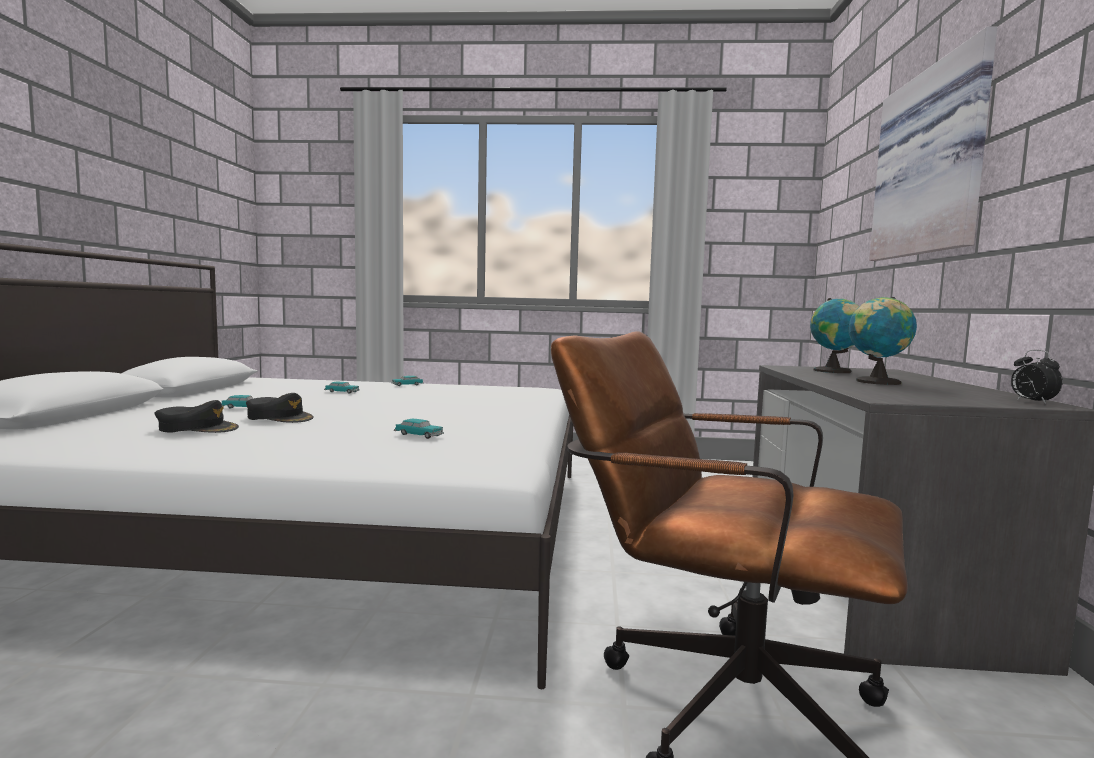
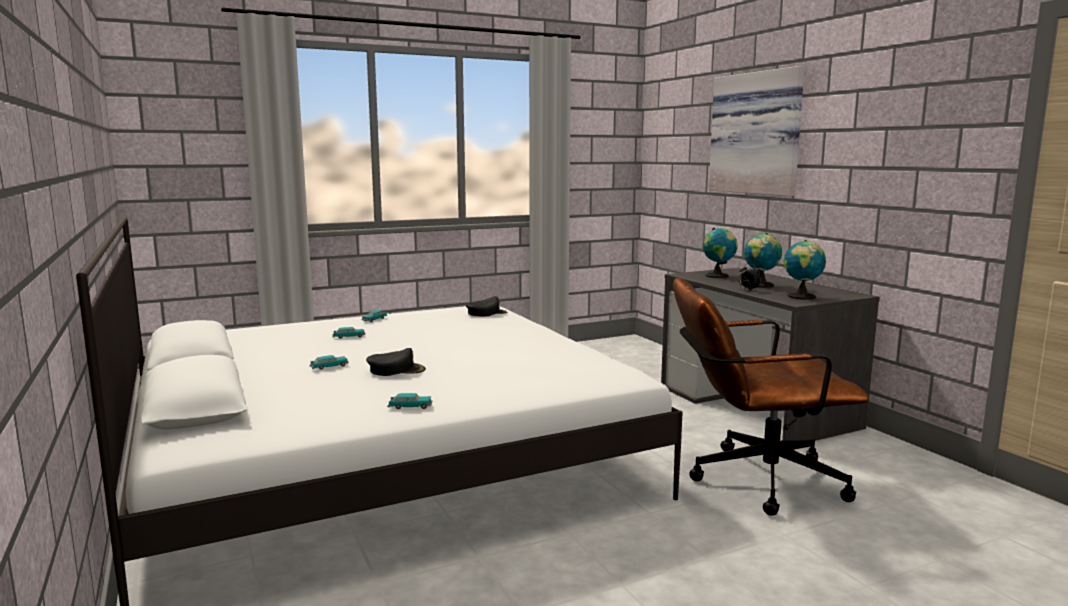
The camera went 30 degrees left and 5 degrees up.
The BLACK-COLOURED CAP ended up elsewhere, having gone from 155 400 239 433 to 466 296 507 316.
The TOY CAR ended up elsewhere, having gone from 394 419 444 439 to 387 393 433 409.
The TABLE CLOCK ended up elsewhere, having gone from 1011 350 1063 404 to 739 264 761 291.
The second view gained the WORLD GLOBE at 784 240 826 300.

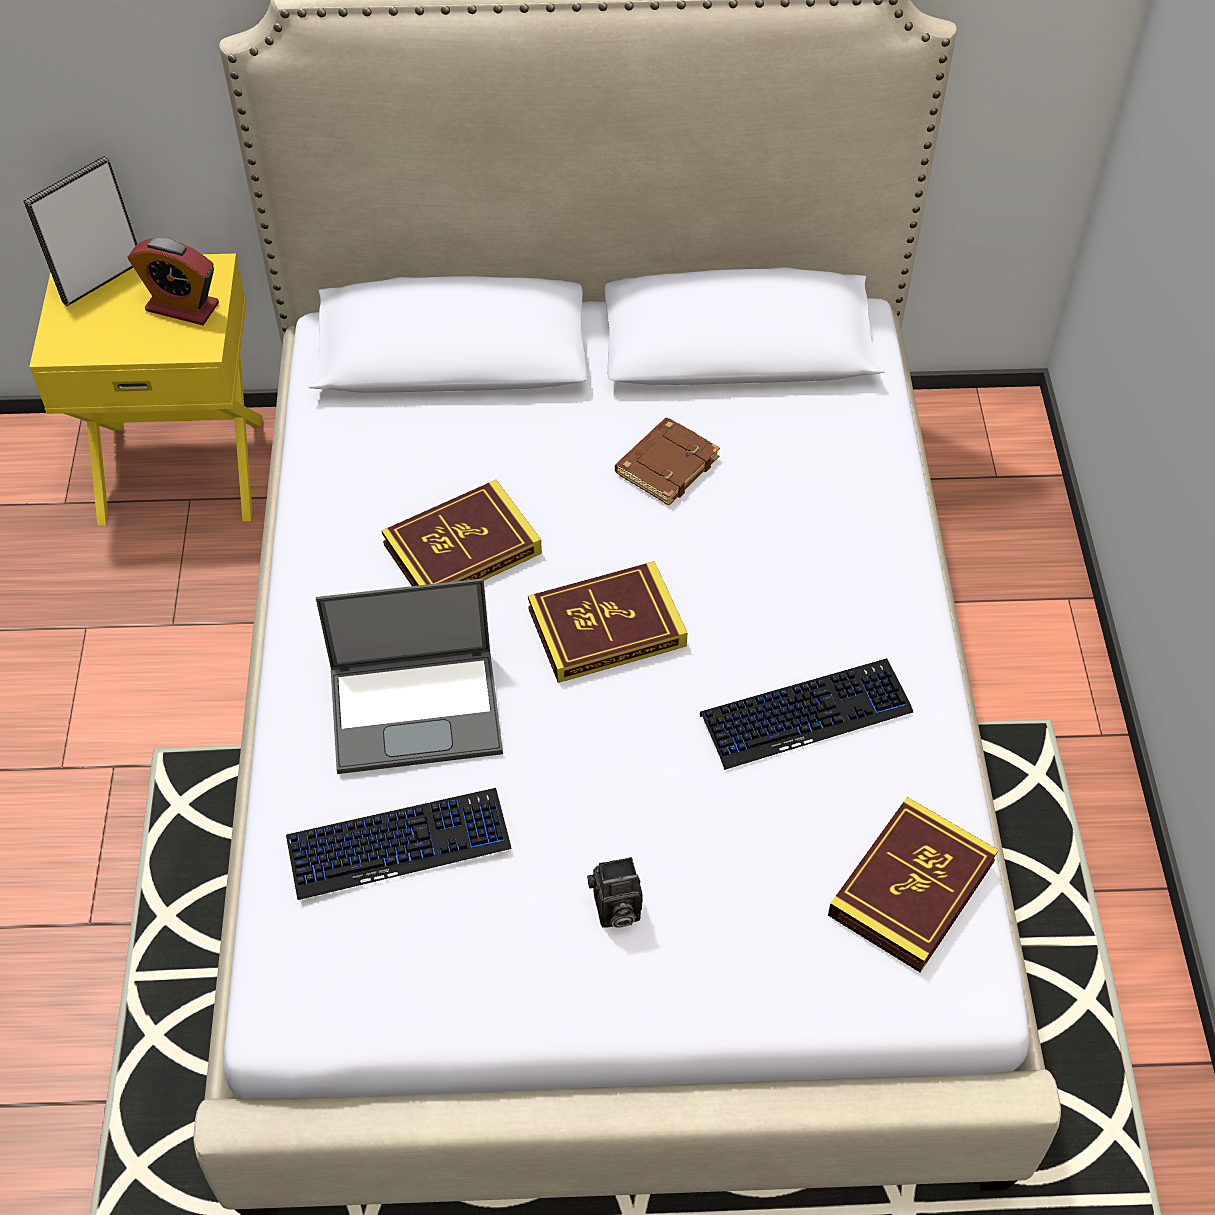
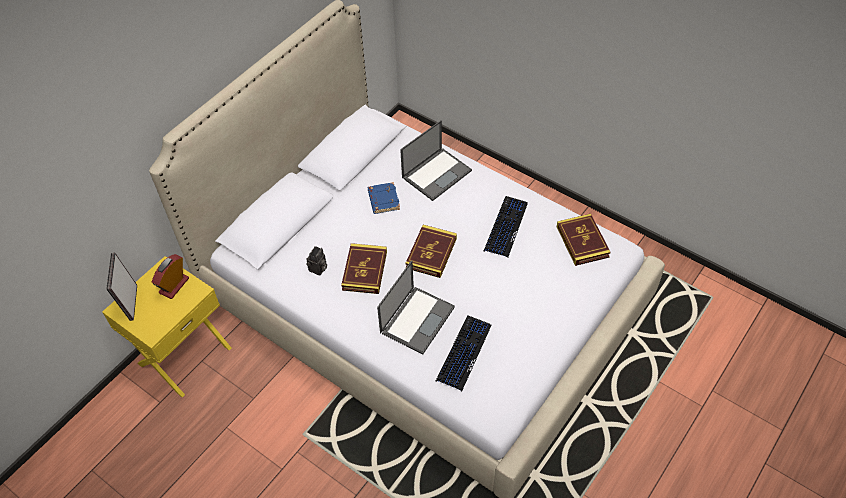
The camera went 50 degrees left and 0 degrees up.
The TABLE CLOCK at 127 238 219 325 ended up facing another way, 150 degrees clockwise from before.
The PHOTO CAMERA ended up elsewhere, having gone from 587 857 643 928 to 306 246 327 275.
What was the BROWNISH BOUND BOOK at 615 418 720 506 turned into the BLUISH BOUND BOOK at 368 182 400 214.
The second view gained the PORTABLE COMPUTER at 400 120 472 201.

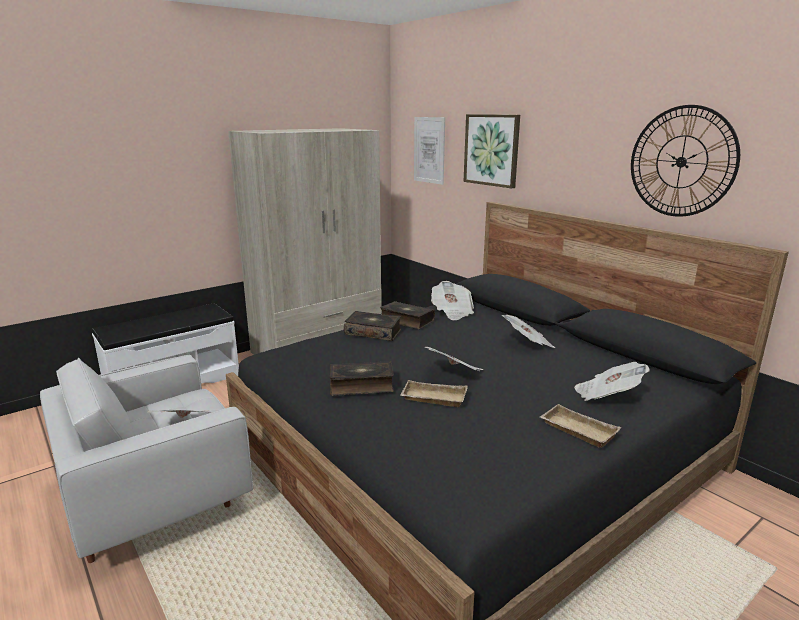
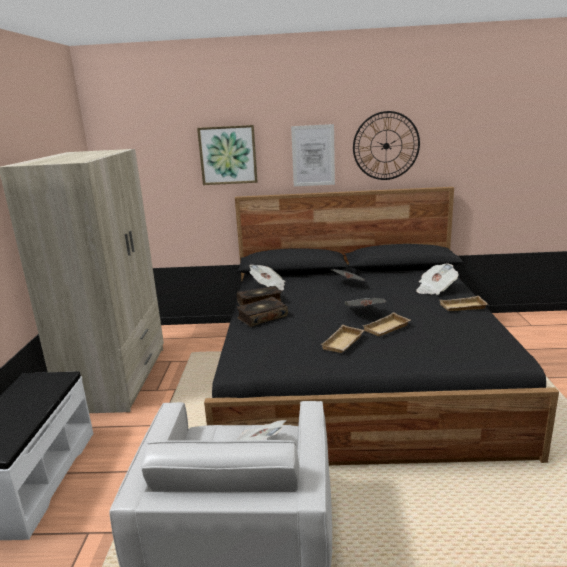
The camera went 50 degrees left and 0 degrees up.
Where the BOUND BOOK stood at 330 361 394 396, the SAND-COLOURED TRAY came to stand at 321 325 364 353.
The WALL ART ended up elsewhere, having gone from 414 117 445 185 to 291 124 335 186.

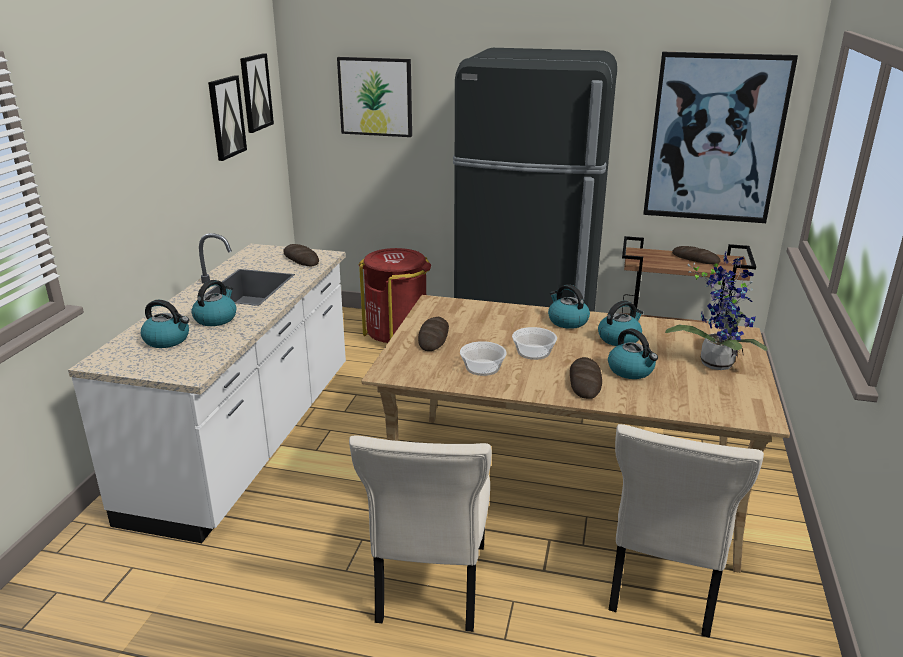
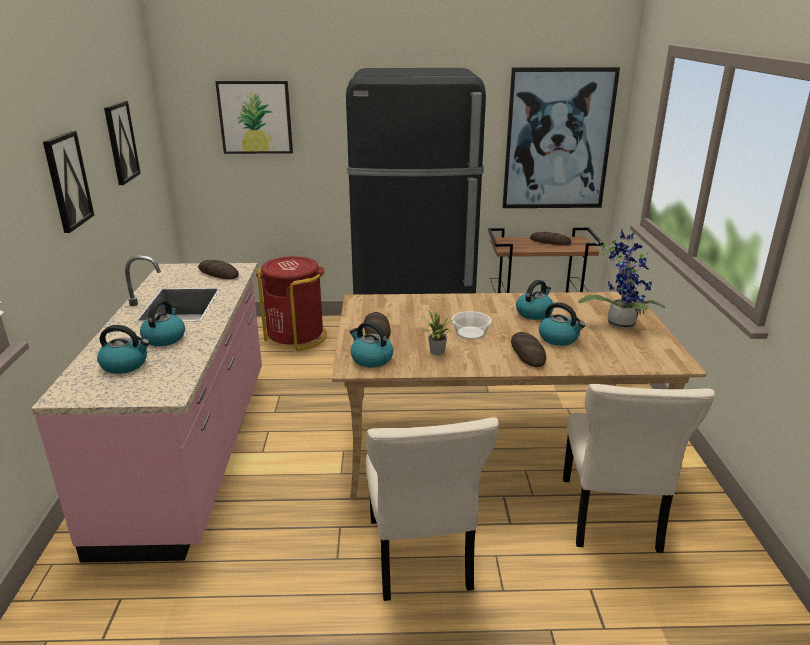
The camera went 15 degrees left and 0 degrees up.
What was the WHITISH KITCHEN BASE UNIT at 68 233 346 543 turned into the PINK KITCHEN BASE UNIT at 31 255 262 563.
The WALL ART ended up elsewhere, having gone from 240 53 274 133 to 43 131 94 233.
Where the DEEP DISH stood at 460 341 507 376, the POTTED PLANT came to stand at 421 309 455 355.
The KETTLE ended up elsewhere, having gone from 548 284 590 329 to 349 321 393 368.

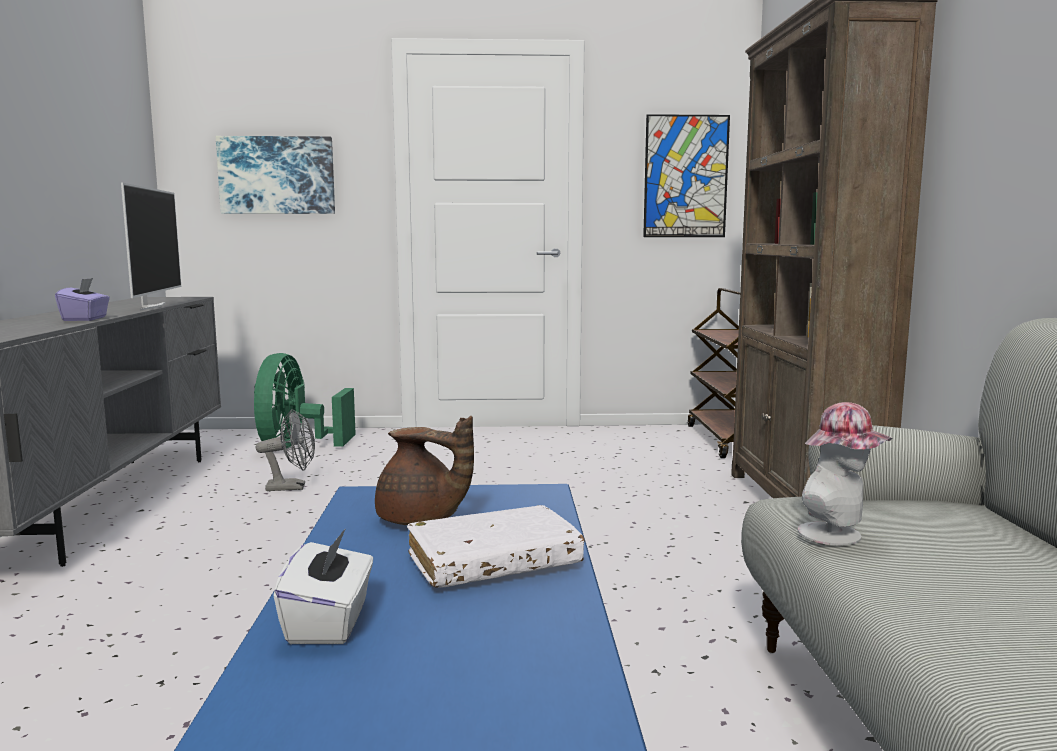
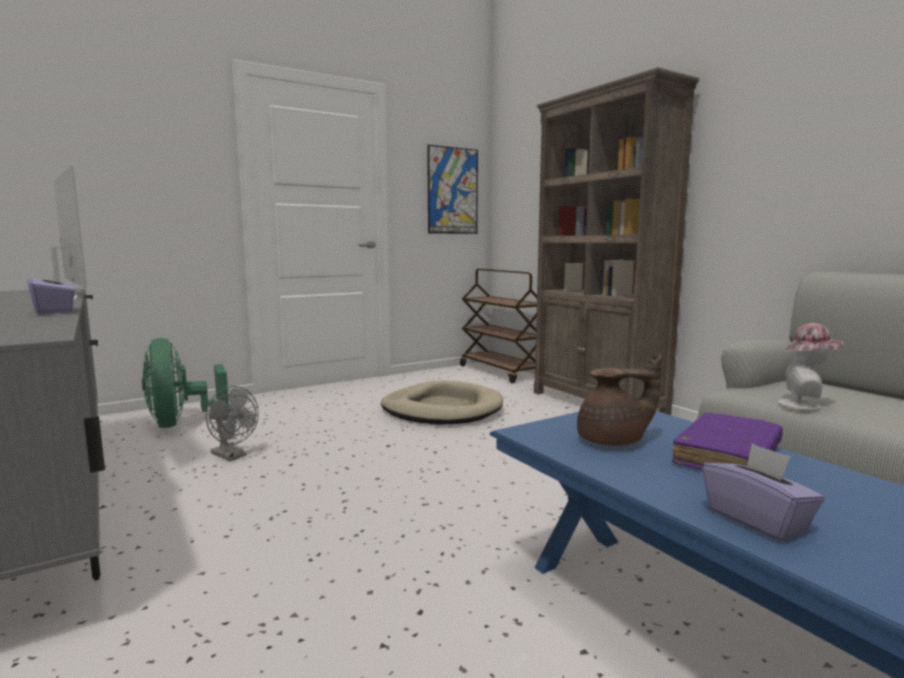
The camera went 30 degrees left and 0 degrees up.
The second view lost the WALL ART at 216 136 335 214.
The GRAY ELECTRIC FAN at 255 409 315 491 ended up facing another way, 75 degrees clockwise from before.
What was the WHITISH BOX OF TISSUES at 273 528 373 644 turned into the PURPLE-COLOURED BOX OF TISSUES at 702 443 824 542.
What was the WHITISH BOUND BOOK at 407 505 585 588 turned into the PURPLE-COLOURED BOUND BOOK at 672 412 783 470.
The second view gained the SAND-COLOURED PET BED at 381 380 503 425.

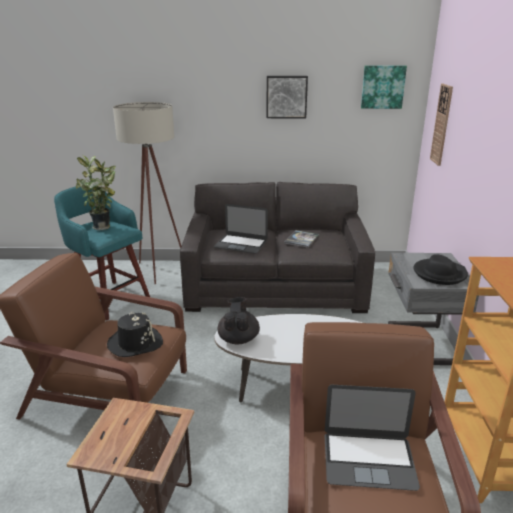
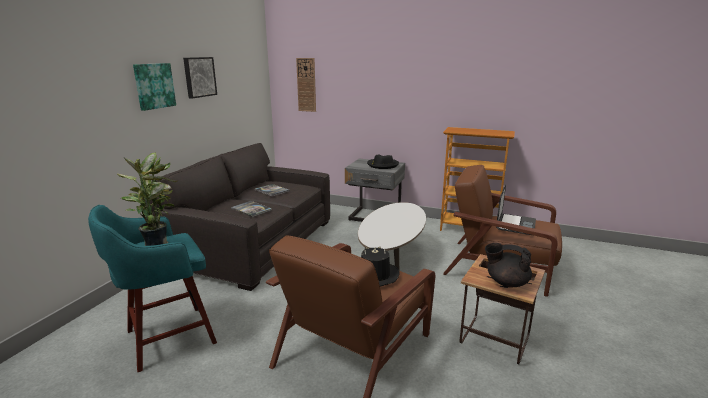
The camera went 70 degrees left and 5 degrees down.
The second view lost the SAND-COLOURED STANDARD LAMP at 113 102 181 284.
Where the PORTABLE COMPUTER stood at 214 204 268 254, the BOUND BOOK came to stand at 231 201 272 217.
The BLACK-COLOURED TEAPOT ended up elsewhere, having gone from 218 297 260 344 to 485 243 532 287.
The WALL ART ended up elsewhere, having gone from 361 65 407 109 to 133 63 176 111.

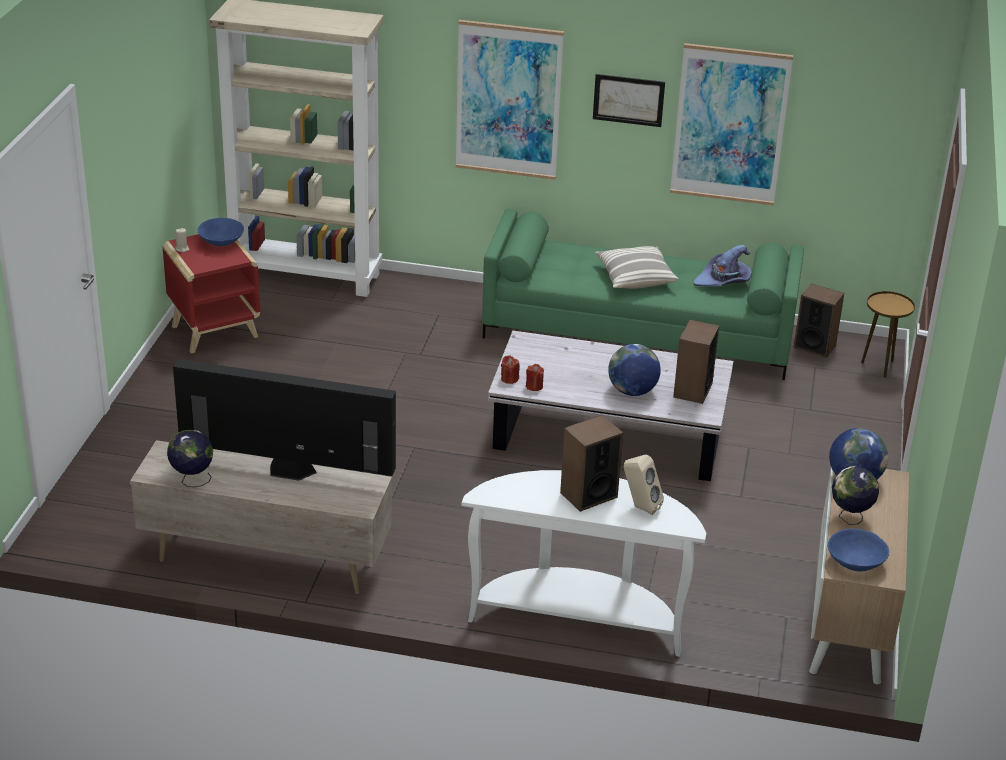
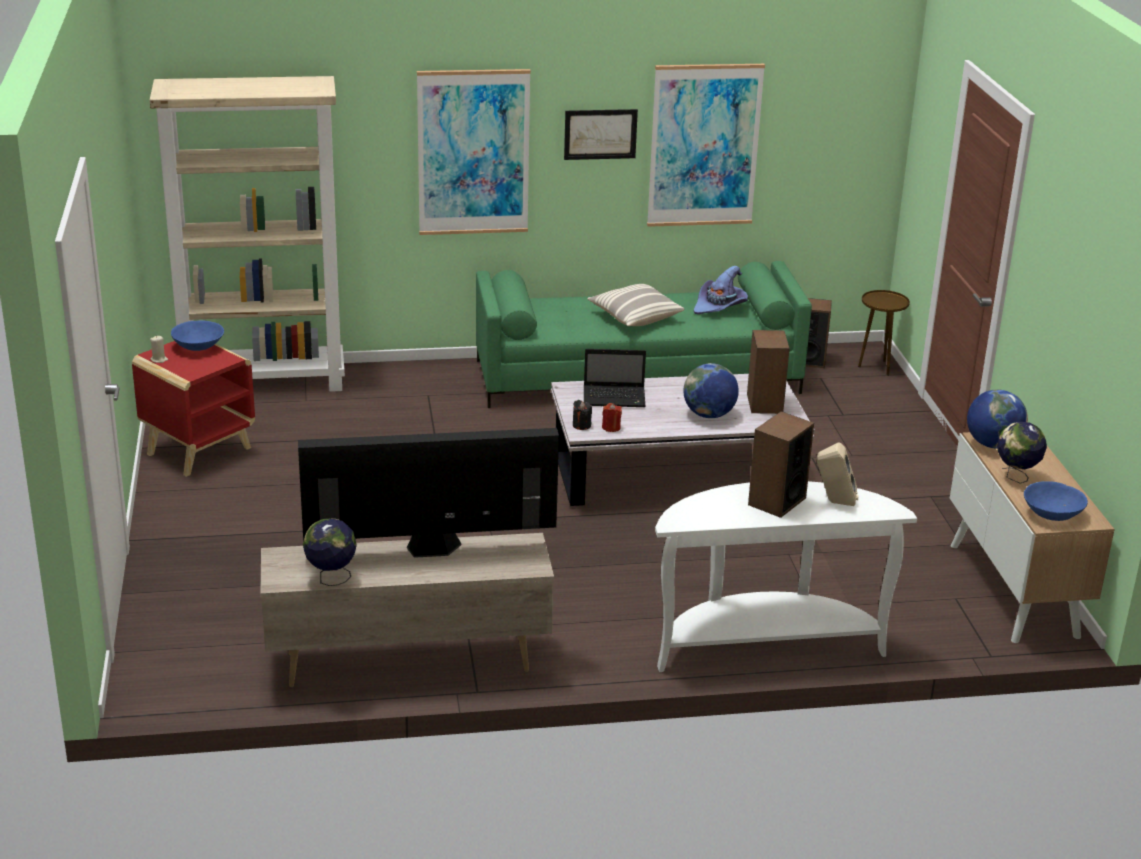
The camera went 20 degrees left and 5 degrees down.
What was the RED-COLOURED WAX CANDLE at 501 355 520 384 turned into the BLACK-COLOURED WAX CANDLE at 573 400 592 430.
The second view gained the PORTABLE COMPUTER at 584 349 646 407.

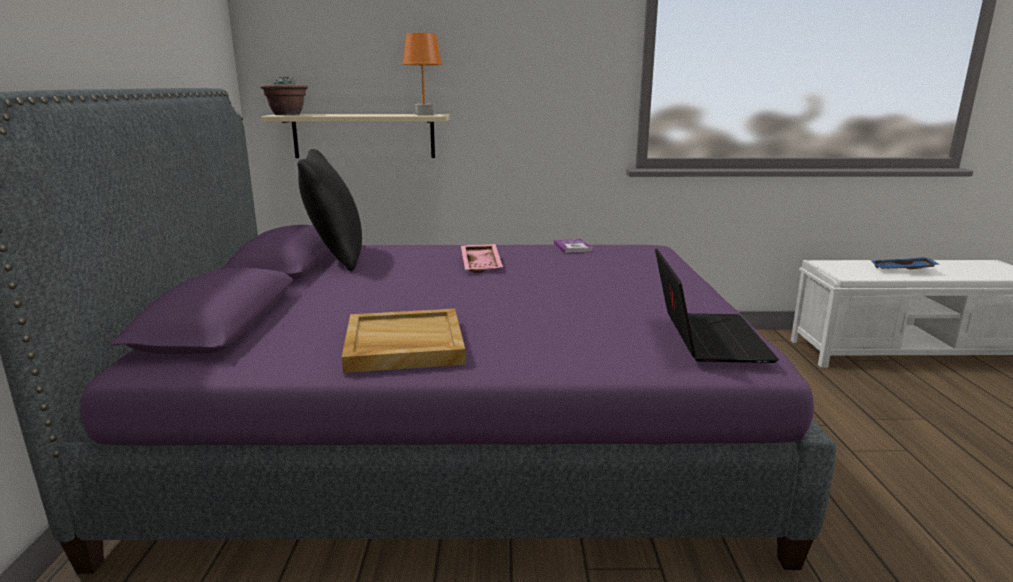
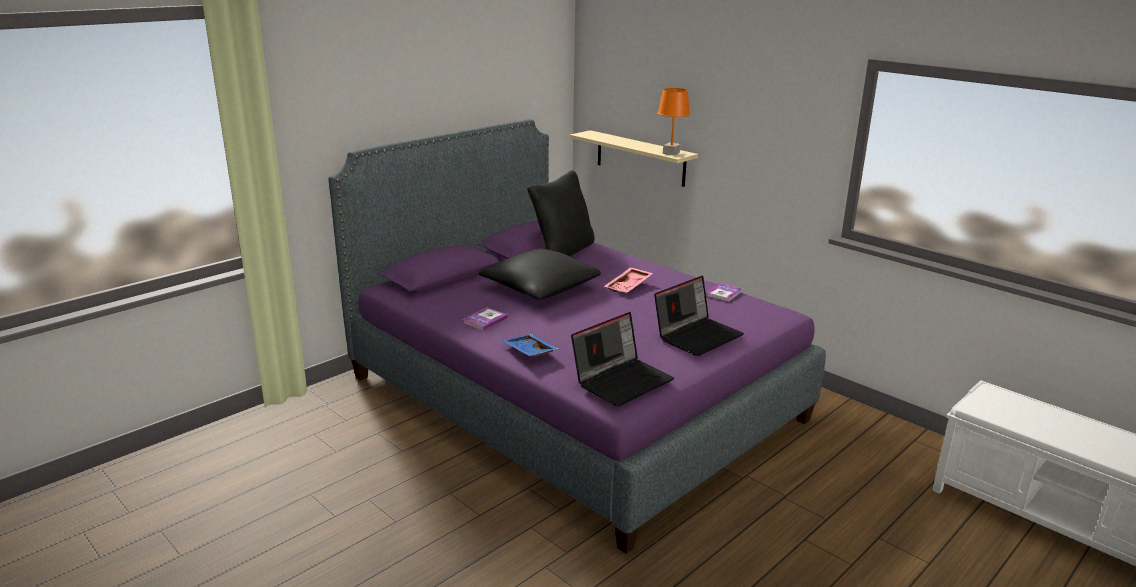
The camera went 45 degrees right and 5 degrees up.
The second view lost the POTTED PLANT at 260 76 308 115.
Where the SAND-COLOURED TRAY stood at 342 309 466 373, the BOUND BOOK came to stand at 463 308 508 330.
The BLUISH TRAY ended up elsewhere, having gone from 871 257 940 269 to 502 334 559 357.
The second view gained the BLACK-COLOURED PILLOW at 478 248 601 300.
The second view gained the PORTABLE COMPUTER at 654 275 744 356.

